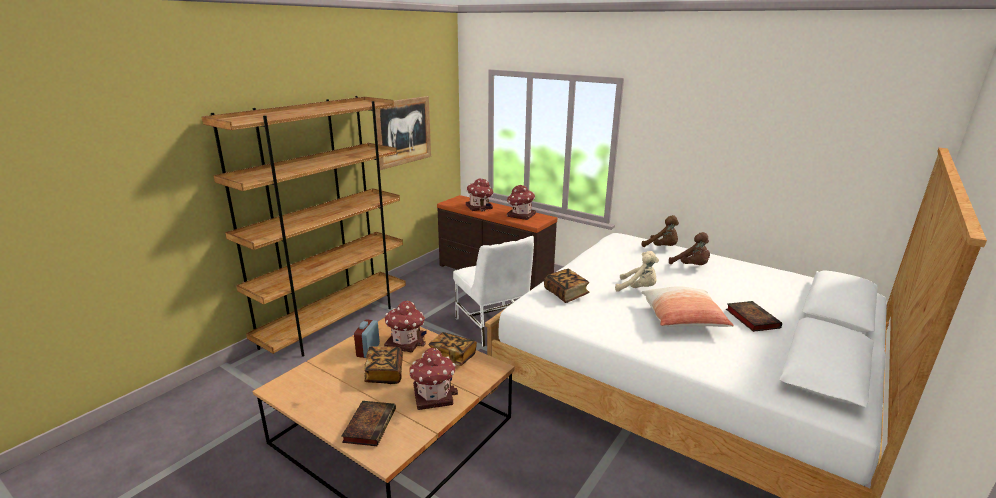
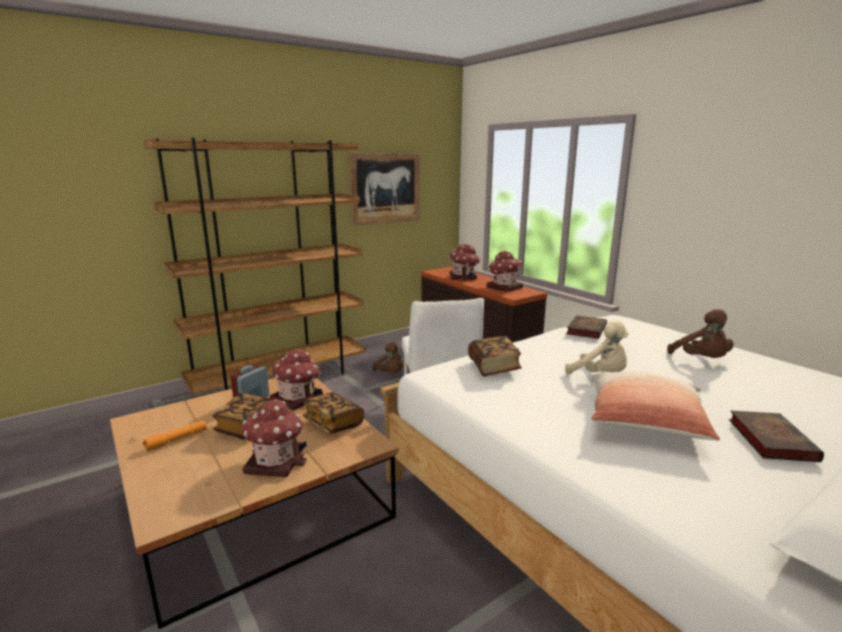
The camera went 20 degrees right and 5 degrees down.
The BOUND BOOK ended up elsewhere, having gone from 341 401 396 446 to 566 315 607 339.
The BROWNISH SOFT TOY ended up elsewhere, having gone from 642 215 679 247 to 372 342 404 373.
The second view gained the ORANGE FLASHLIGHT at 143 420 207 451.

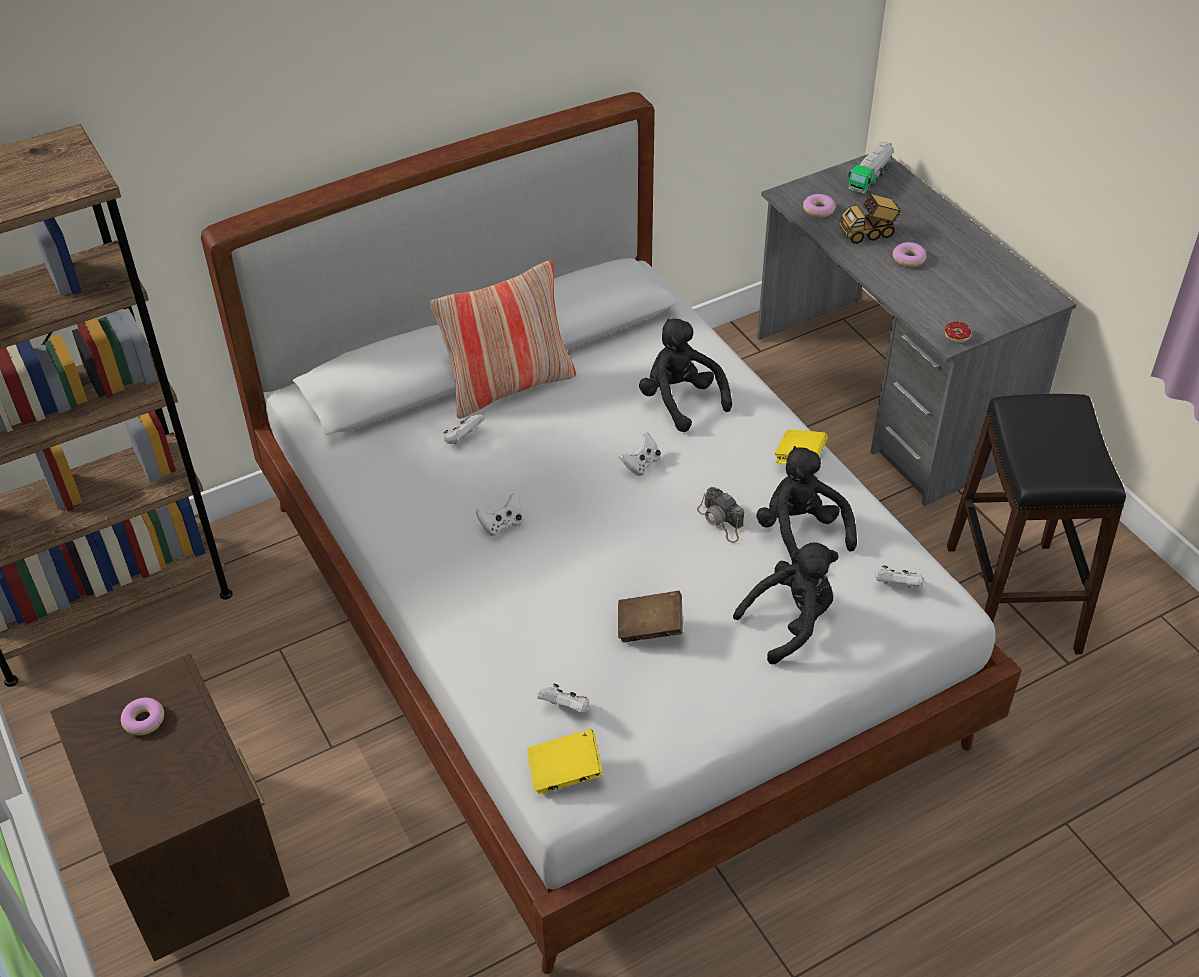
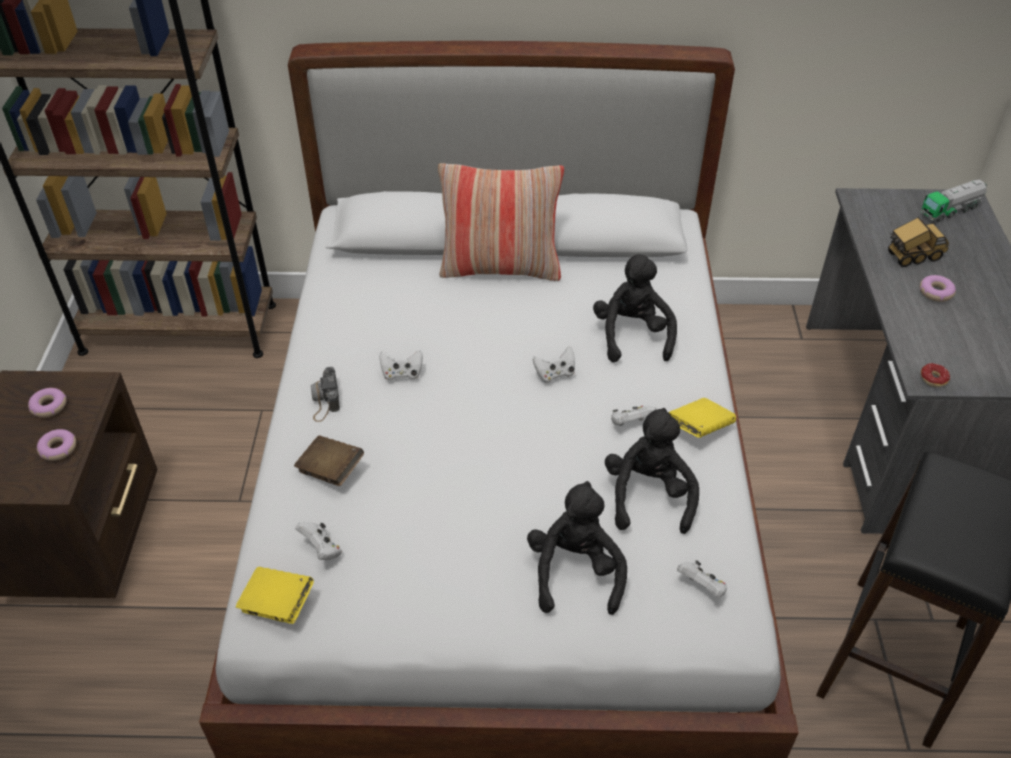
The camera went 30 degrees right and 0 degrees up.
The WHITISH GAME CONTROLLER ended up elsewhere, having gone from 444 414 485 444 to 611 406 657 426.
The BROWNISH BOUND BOOK ended up elsewhere, having gone from 618 591 683 643 to 294 435 364 486.
The PHOTO CAMERA ended up elsewhere, having gone from 697 487 744 543 to 311 367 340 422.
The BLACK-COLOURED SOFT TOY at 733 542 839 664 ended up facing another way, 90 degrees counterclockwise from before.
The DOUGHNUT ended up elsewhere, having gone from 803 194 836 218 to 37 429 76 461.
The TOY LORRY at 839 193 902 244 ended up facing another way, 150 degrees clockwise from before.

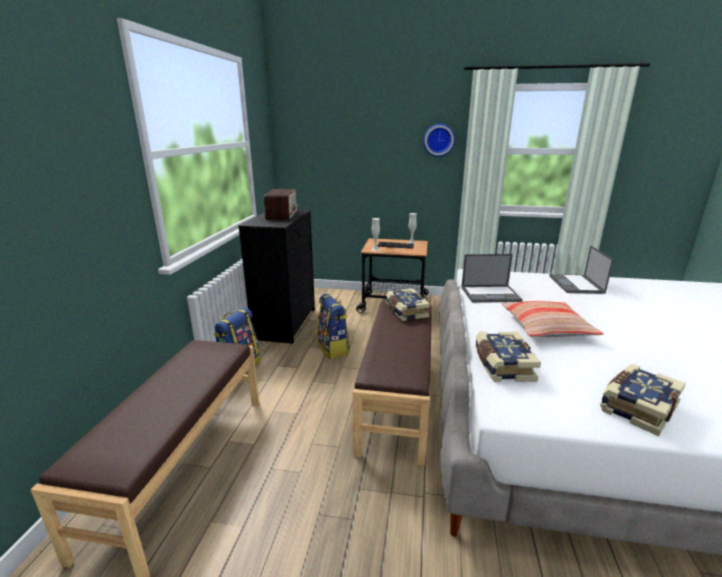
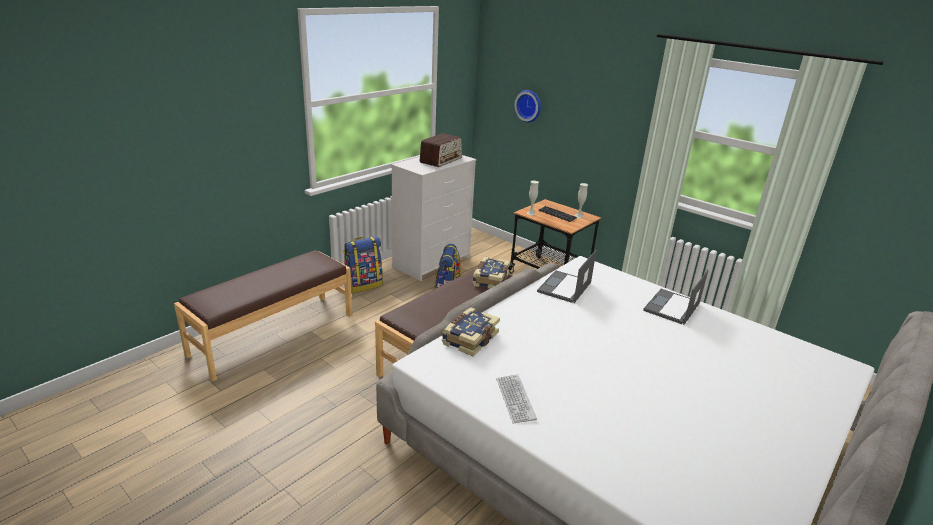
The camera went 30 degrees right and 5 degrees up.
What was the BLACK-COLOURED DRESSER at 238 209 315 344 turned into the WHITISH DRESSER at 391 155 476 281.
The CLOCK ON THE WALL ended up elsewhere, having gone from 423 123 455 157 to 514 90 541 123.
The PORTABLE COMPUTER at 461 254 523 303 ended up facing another way, 90 degrees clockwise from before.
The second view lost the PILLOW at 501 301 604 337.
Where the BOUND BOOK stood at 600 364 686 436, the COMPUTER KEYBOARD came to stand at 496 374 537 423.

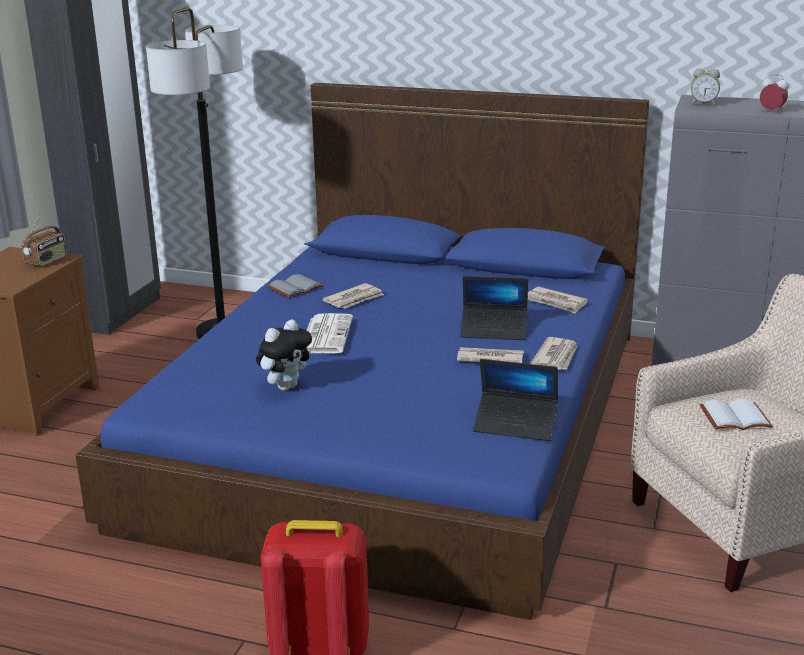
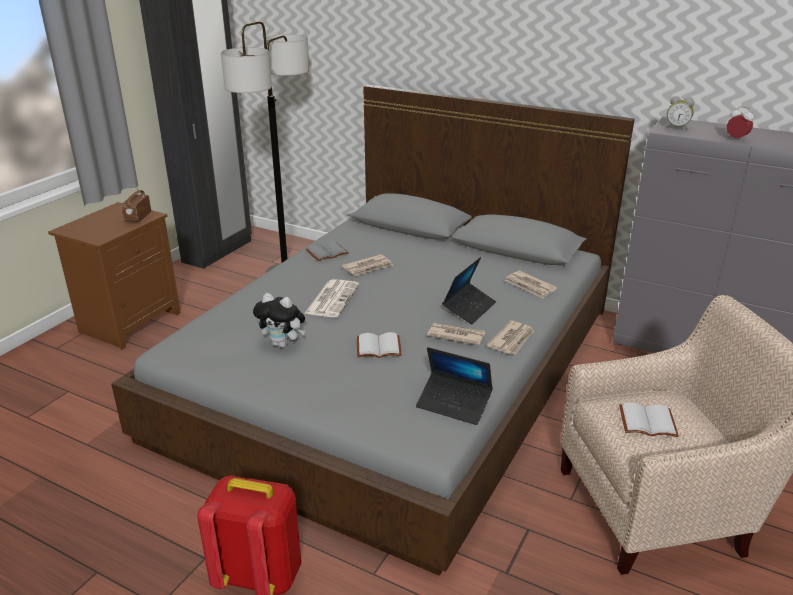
The camera went 10 degrees right and 5 degrees up.
The RADIO at 21 213 67 267 ended up facing another way, 150 degrees clockwise from before.
What was the BLUISH BED at 75 83 649 620 turned into the GRAY BED at 111 85 635 576.
The SOFT TOY at 256 320 312 391 ended up facing another way, 60 degrees clockwise from before.
The PORTABLE COMPUTER at 460 276 528 340 ended up facing another way, 75 degrees counterclockwise from before.
The second view gained the WHITISH BOUND BOOK at 357 332 402 358.

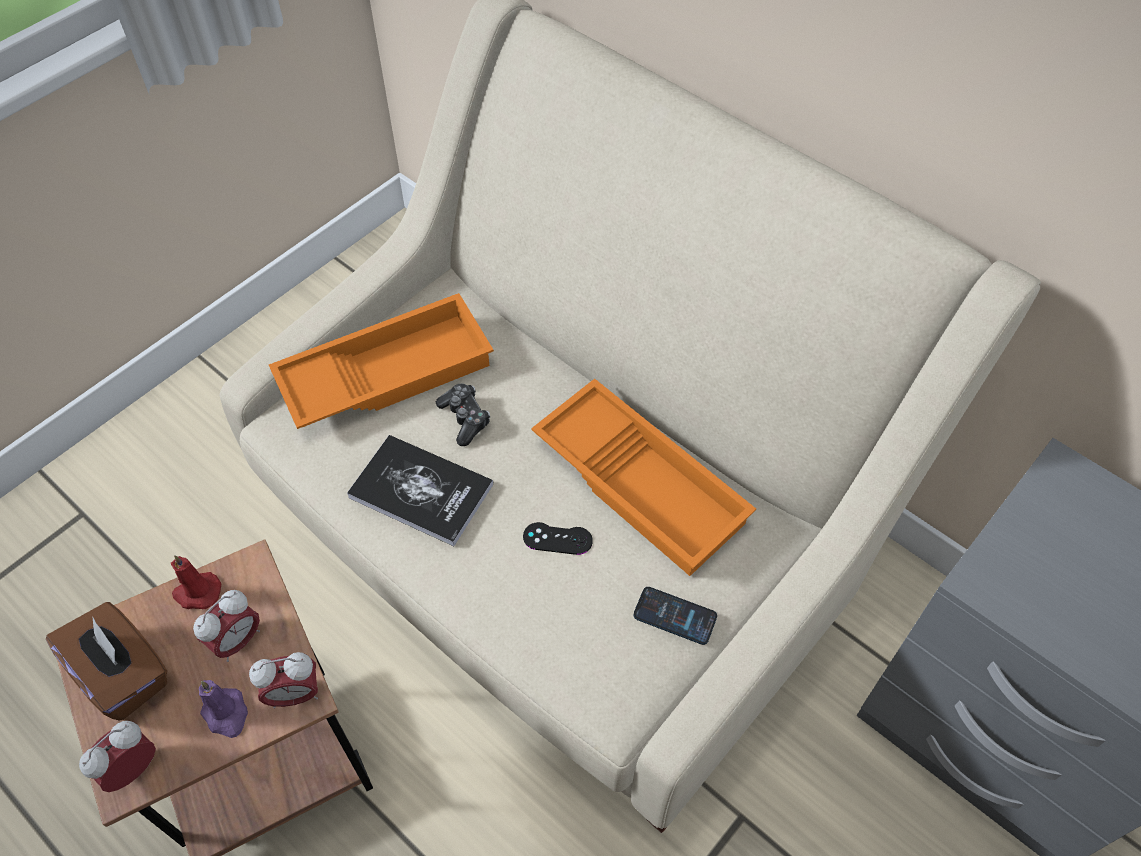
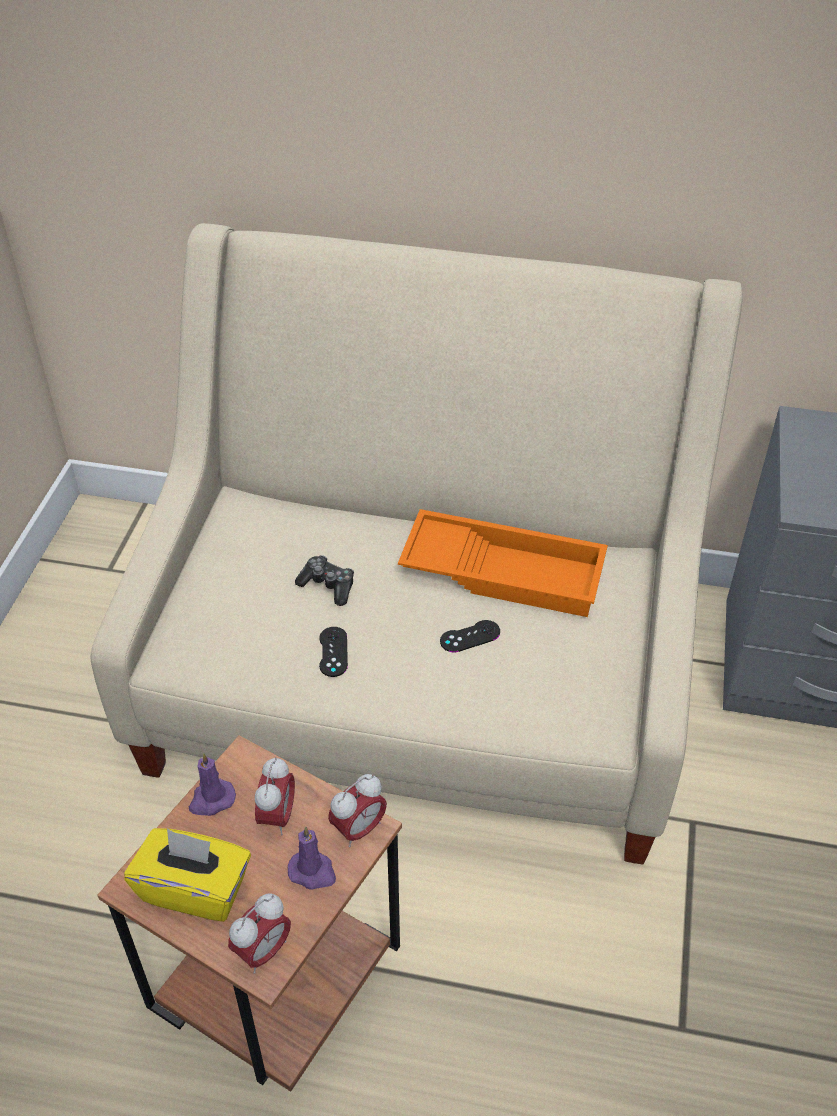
The camera went 30 degrees left and 10 degrees down.
What was the BROWNISH BOX OF TISSUES at 46 602 167 721 turned into the YELLOWISH BOX OF TISSUES at 124 828 251 922.
The TABLE CLOCK at 79 721 156 792 ended up facing another way, 150 degrees counterclockwise from before.
What was the RED-COLOURED WAX CANDLE at 171 555 221 609 turned into the PURPLE-COLOURED WAX CANDLE at 189 753 236 816.
The second view lost the ORANGE TRAY at 269 293 494 429.
Where the BOUND BOOK stood at 347 435 493 546, the BLACK-COLOURED GAME CONTROLLER came to stand at 319 627 348 677.
The second view lost the PHONE at 634 587 717 645.

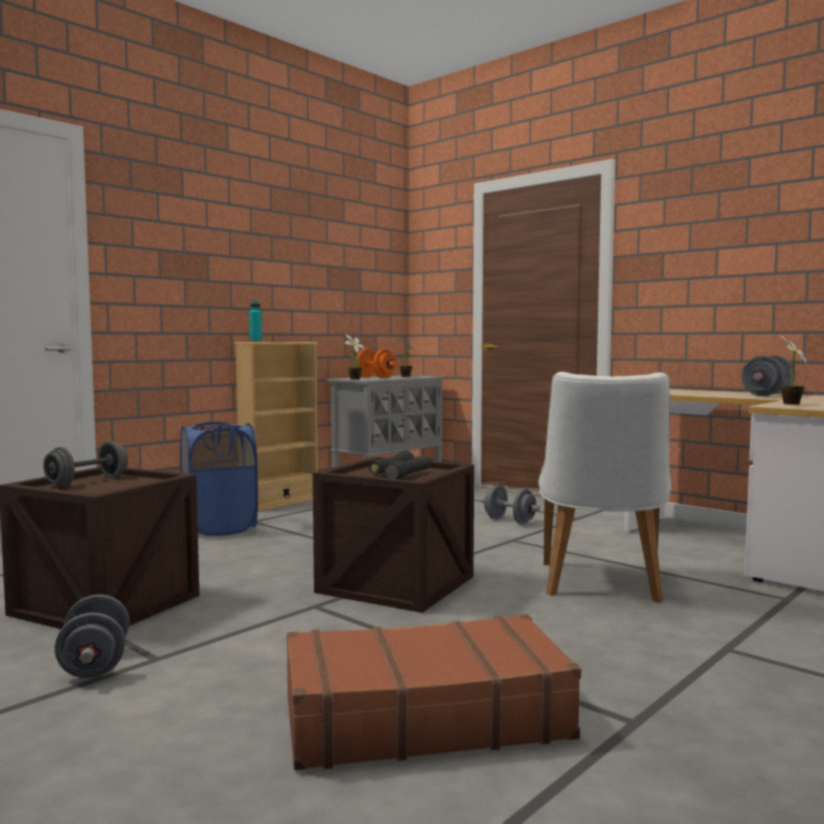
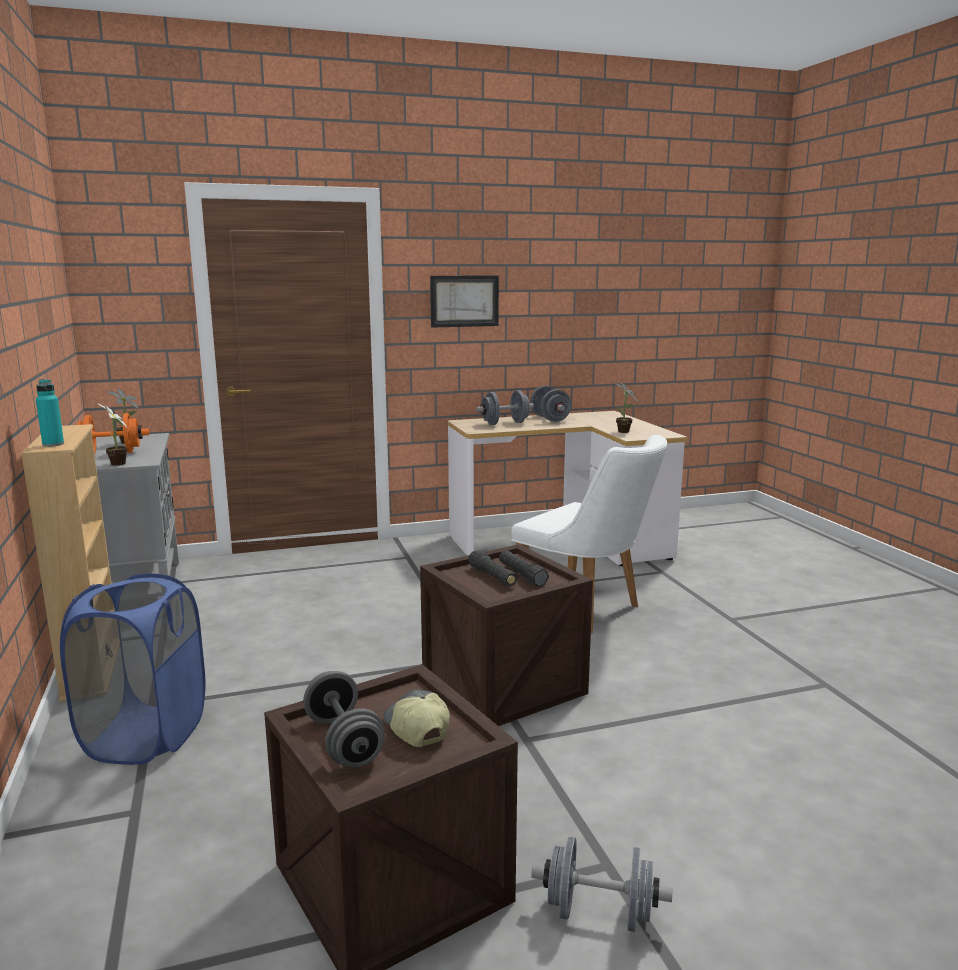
The camera went 60 degrees left and 10 degrees up.
The second view lost the BROWNISH SUITCASE at 287 614 581 770.
The GRAY DUMBBELL ended up elsewhere, having gone from 482 485 540 524 to 476 390 534 425.
The second view gained the CAP at 383 690 450 747.
The second view gained the WALL ART at 430 276 499 328.

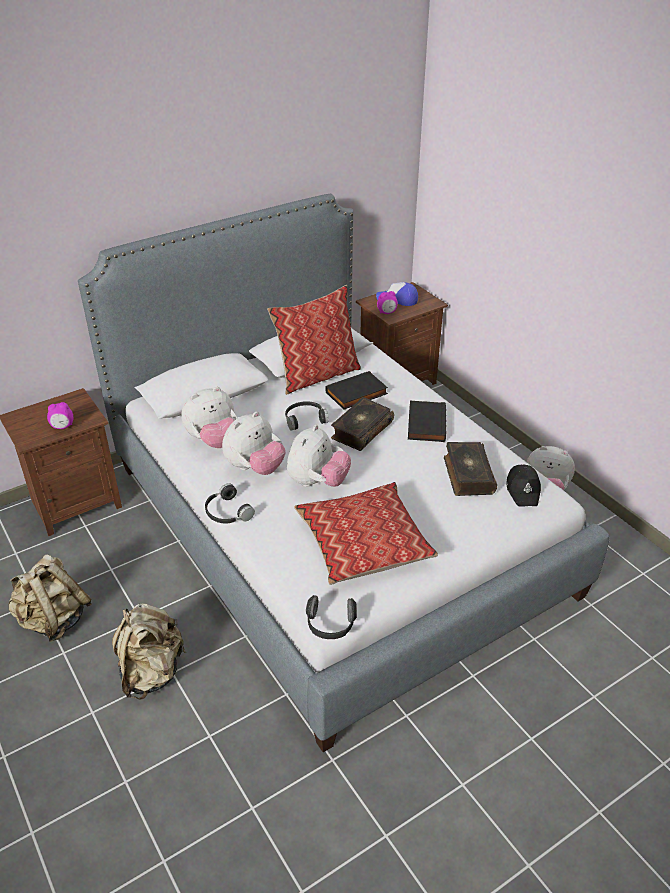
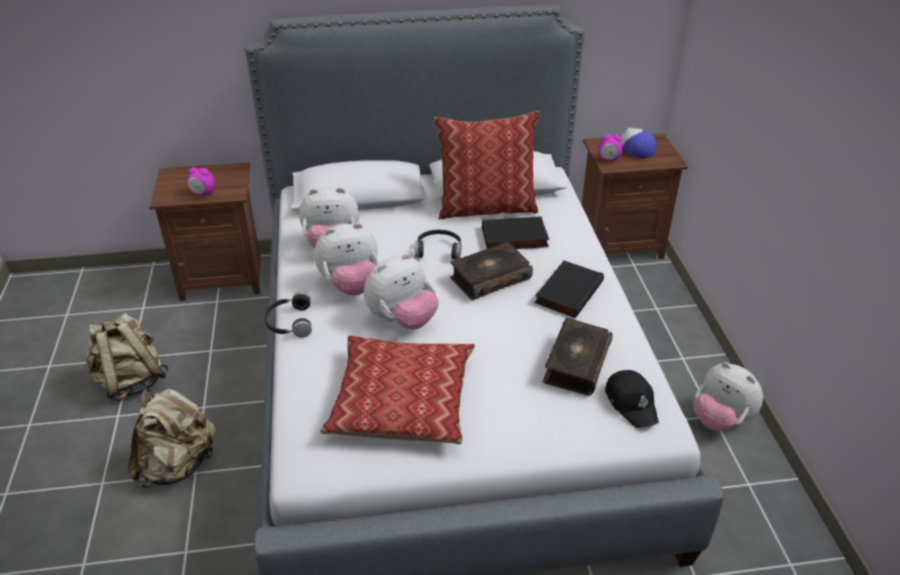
The camera went 25 degrees right and 0 degrees up.
The second view lost the HEADSET at 306 595 357 639.
The BLACK-COLOURED CAP at 507 465 541 506 ended up facing another way, 45 degrees counterclockwise from before.

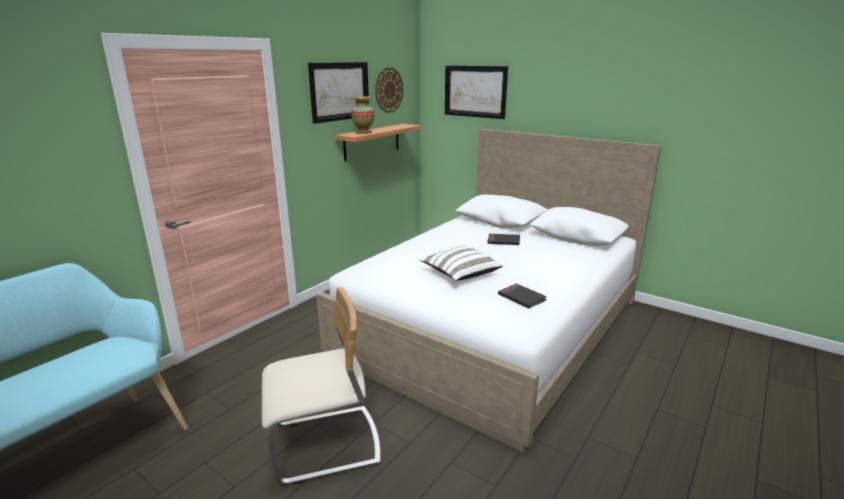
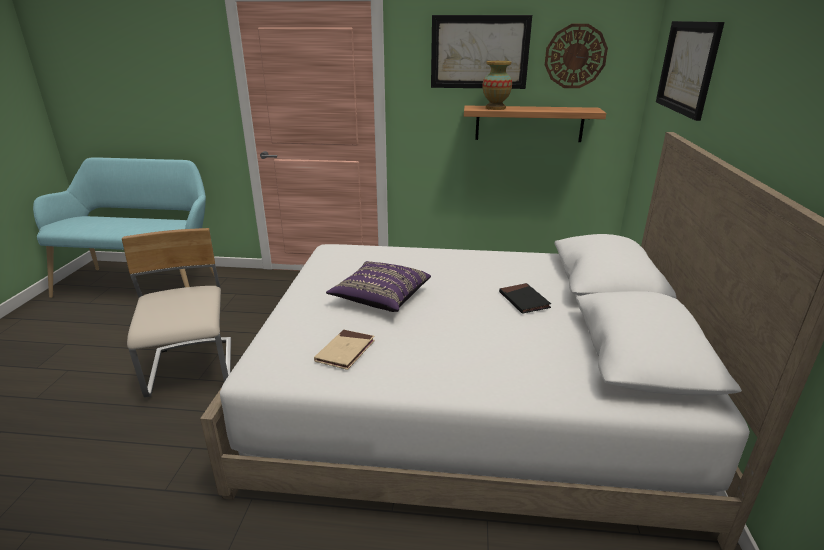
The camera went 60 degrees right and 5 degrees up.
The SAND-COLOURED CHAIR at 262 287 380 485 ended up facing another way, 150 degrees counterclockwise from before.
What was the WHITISH PILLOW at 420 246 503 281 turned into the PURPLE-COLOURED PILLOW at 326 261 431 312.
What was the BLACK-COLOURED BOUND BOOK at 498 283 547 308 turned into the SAND-COLOURED BOUND BOOK at 314 330 375 370.

